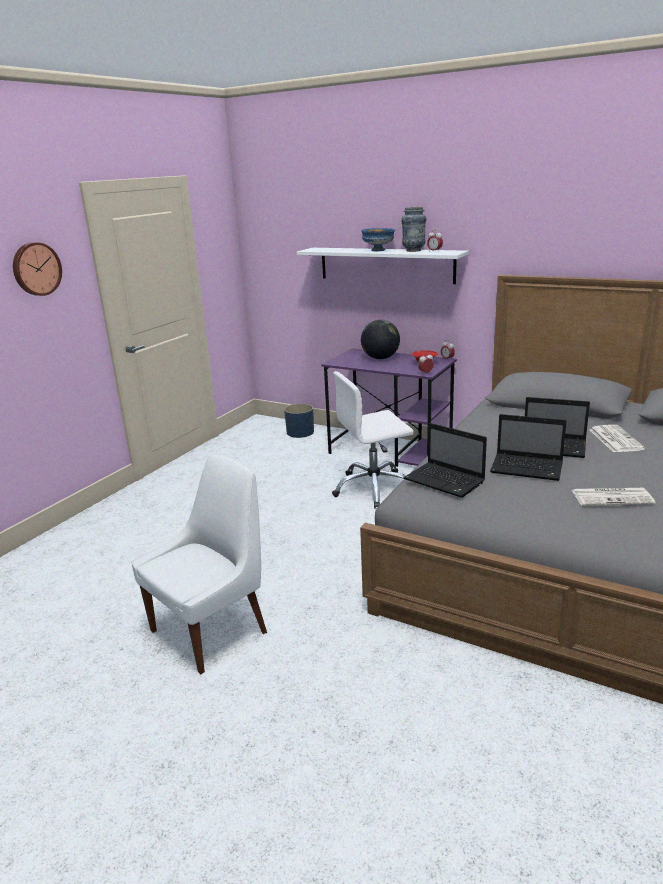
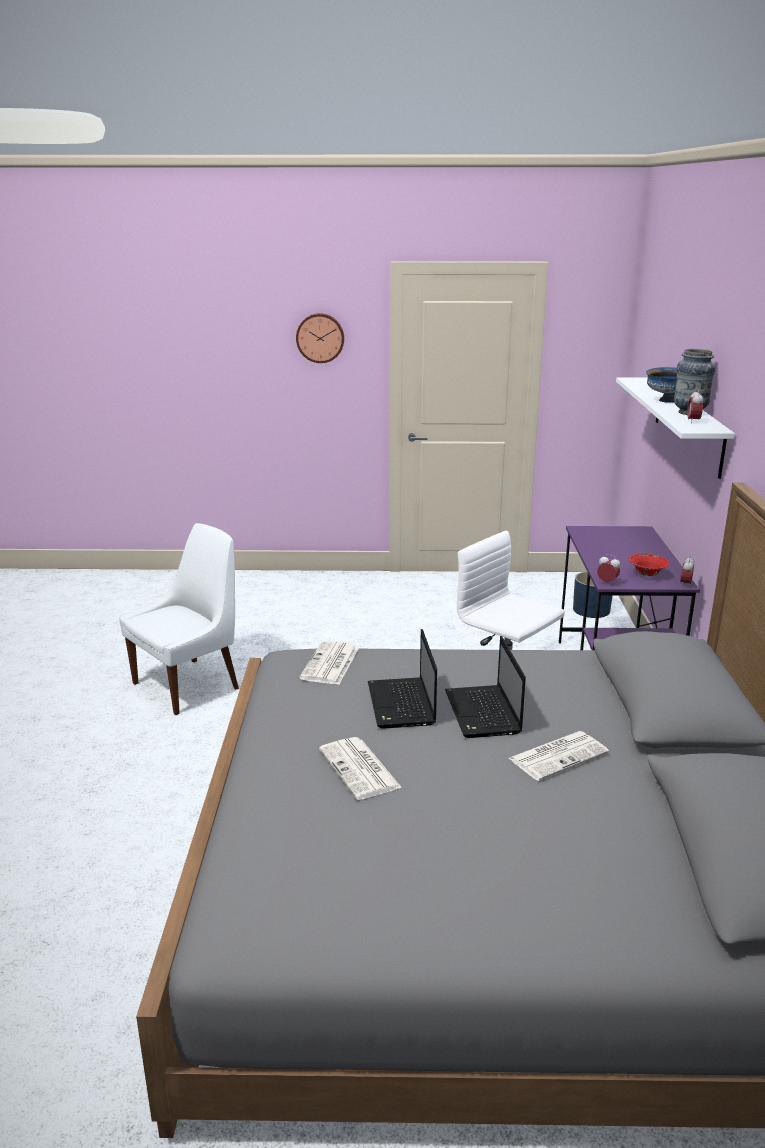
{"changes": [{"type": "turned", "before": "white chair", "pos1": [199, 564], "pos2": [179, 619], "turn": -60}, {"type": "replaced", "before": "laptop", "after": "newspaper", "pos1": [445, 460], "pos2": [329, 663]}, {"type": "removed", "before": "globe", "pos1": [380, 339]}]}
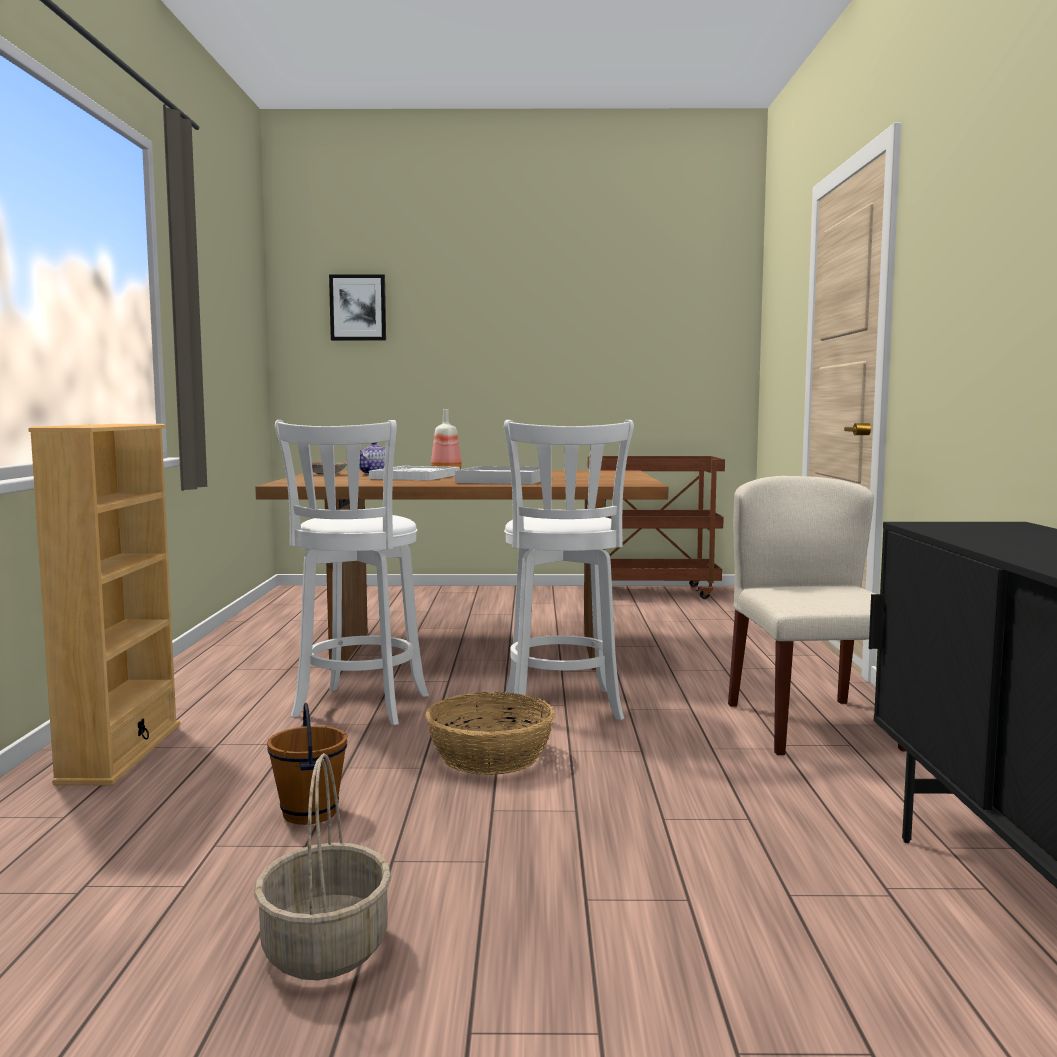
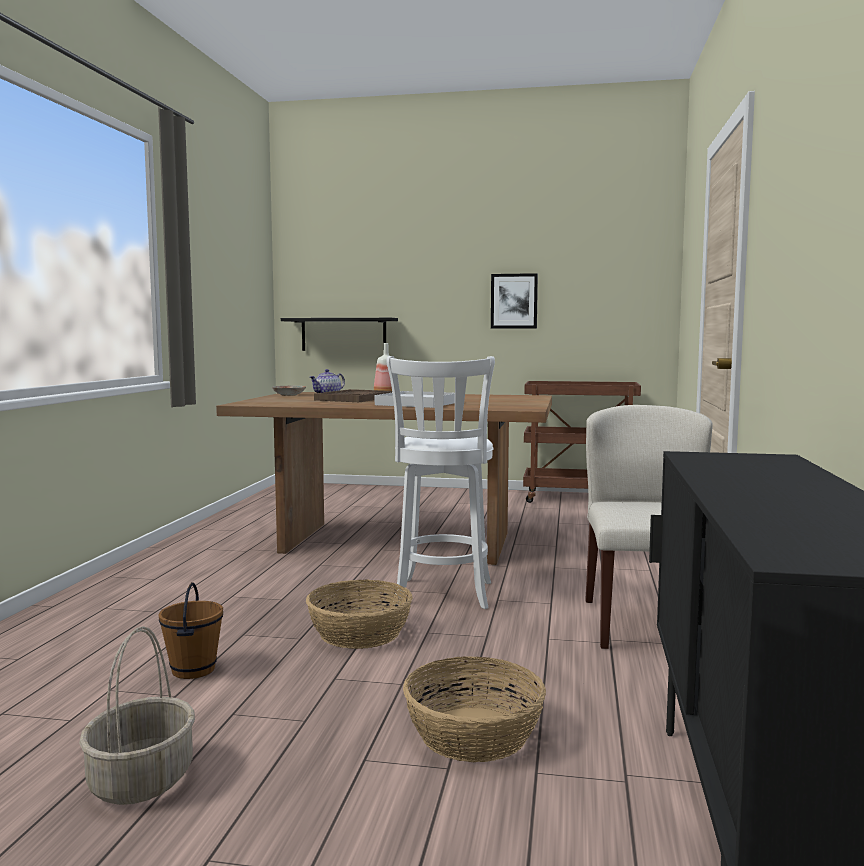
{"changes": [{"type": "added", "after": "black shelf", "pos2": [339, 334]}, {"type": "recoloured", "before": "white tray", "after": "brown tray", "pos1": [414, 473], "pos2": [353, 395]}, {"type": "added", "after": "basket", "pos2": [474, 709]}, {"type": "moved", "before": "picture", "pos1": [357, 307], "pos2": [514, 300]}, {"type": "removed", "before": "beige bookcase", "pos1": [104, 604]}, {"type": "removed", "before": "white stool", "pos1": [352, 573]}]}
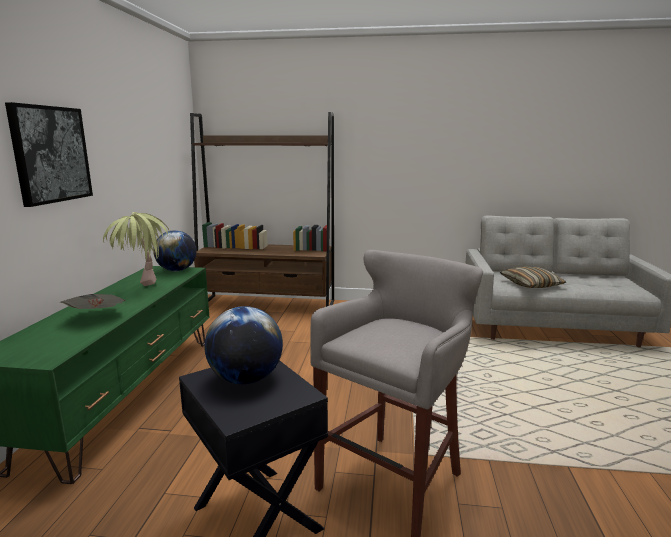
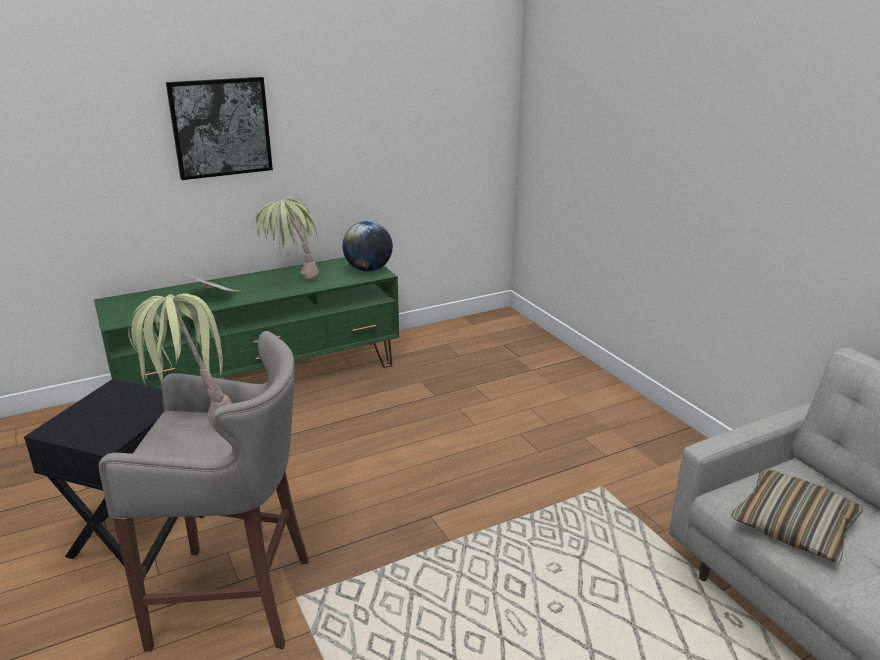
{"changes": [{"type": "added", "after": "potted plant", "pos2": [180, 359]}, {"type": "removed", "before": "brown bookcase", "pos1": [262, 209]}, {"type": "removed", "before": "globe", "pos1": [244, 345]}]}
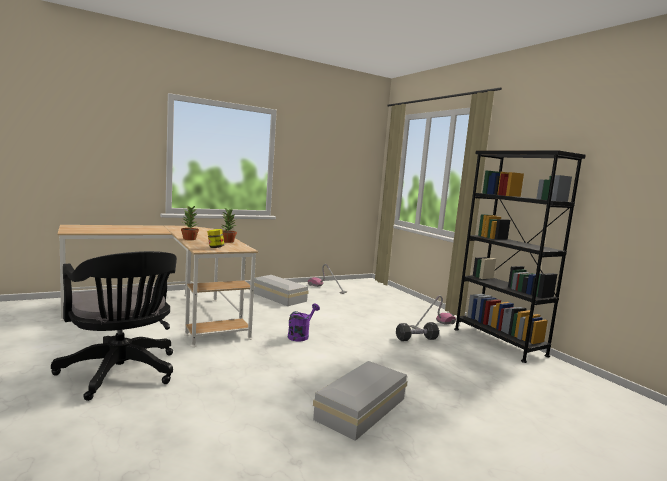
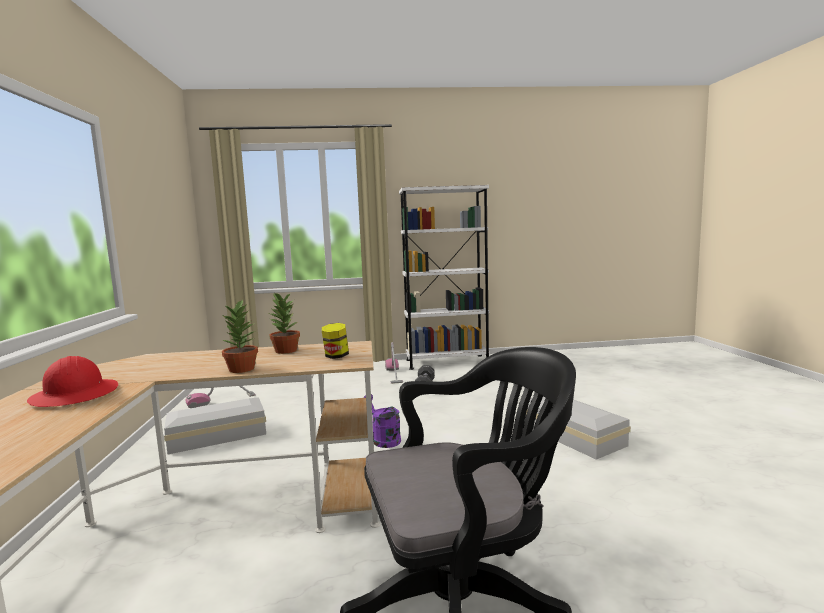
{"changes": [{"type": "added", "after": "red hard hat", "pos2": [72, 381]}, {"type": "recoloured", "before": "black bookcase", "after": "white bookcase", "pos1": [520, 256], "pos2": [444, 277]}]}
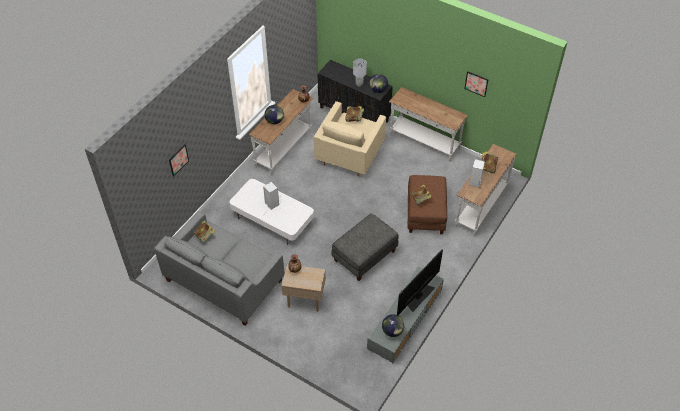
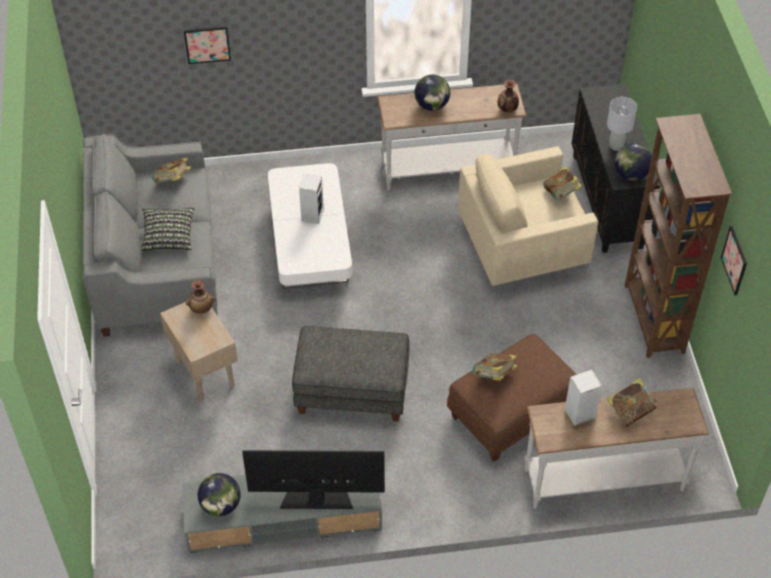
{"changes": [{"type": "added", "after": "pillow", "pos2": [168, 229]}, {"type": "replaced", "before": "white console table", "after": "brown bookcase", "pos1": [428, 124], "pos2": [678, 236]}]}
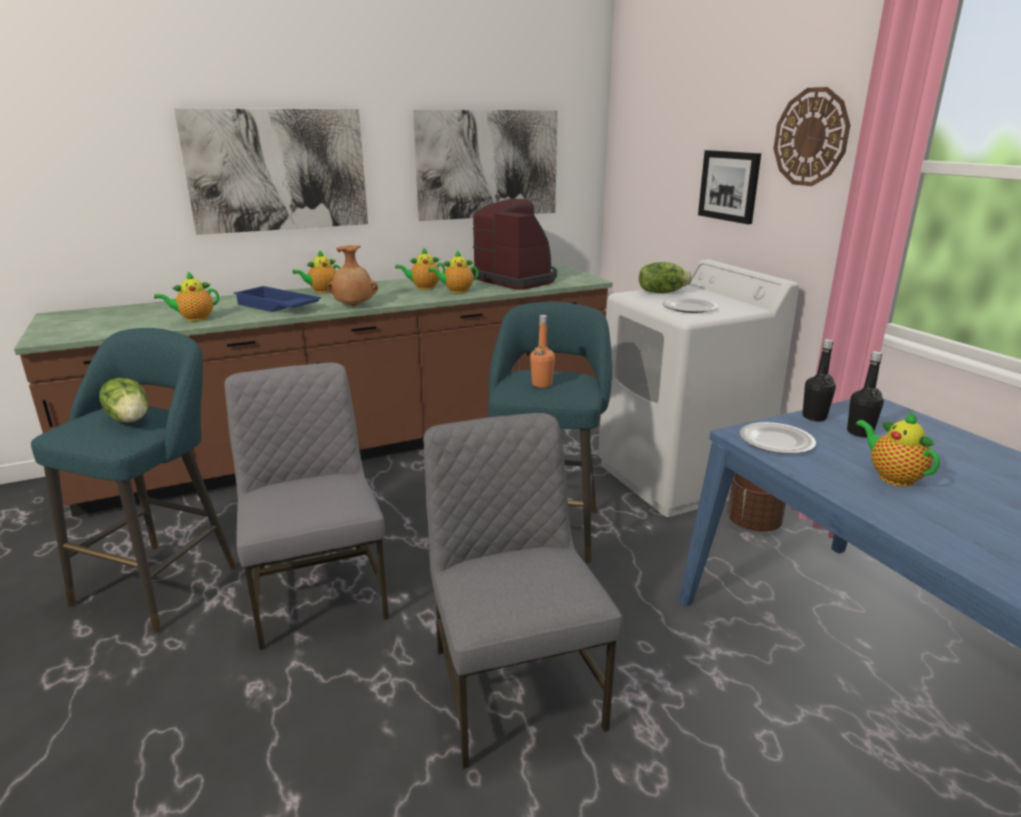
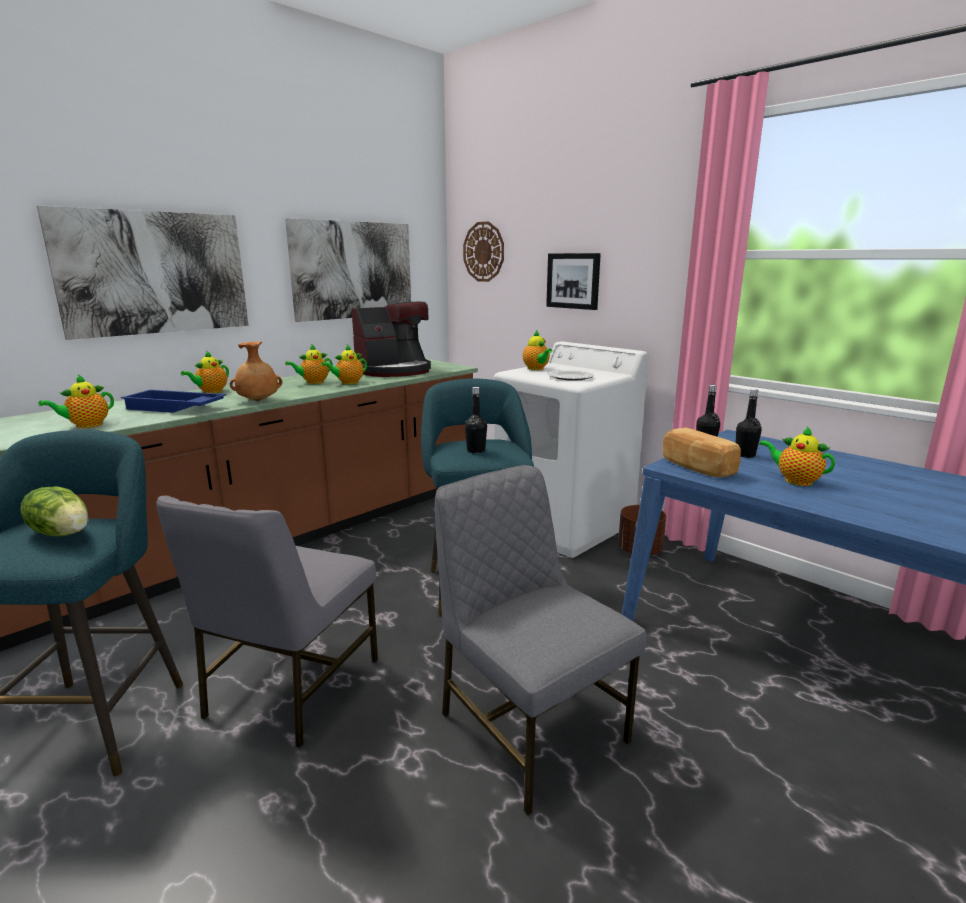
{"changes": [{"type": "turned", "before": "grey chair", "pos1": [307, 506], "pos2": [267, 622], "turn": -120}, {"type": "turned", "before": "coffee machine", "pos1": [514, 244], "pos2": [391, 339], "turn": 120}, {"type": "moved", "before": "wall clock", "pos1": [812, 136], "pos2": [483, 252]}, {"type": "recoloured", "before": "orange bottle", "after": "black bottle", "pos1": [542, 351], "pos2": [476, 420]}, {"type": "replaced", "before": "lettuce", "after": "teapot", "pos1": [665, 277], "pos2": [537, 350]}, {"type": "replaced", "before": "plate", "after": "bread", "pos1": [777, 438], "pos2": [701, 452]}]}
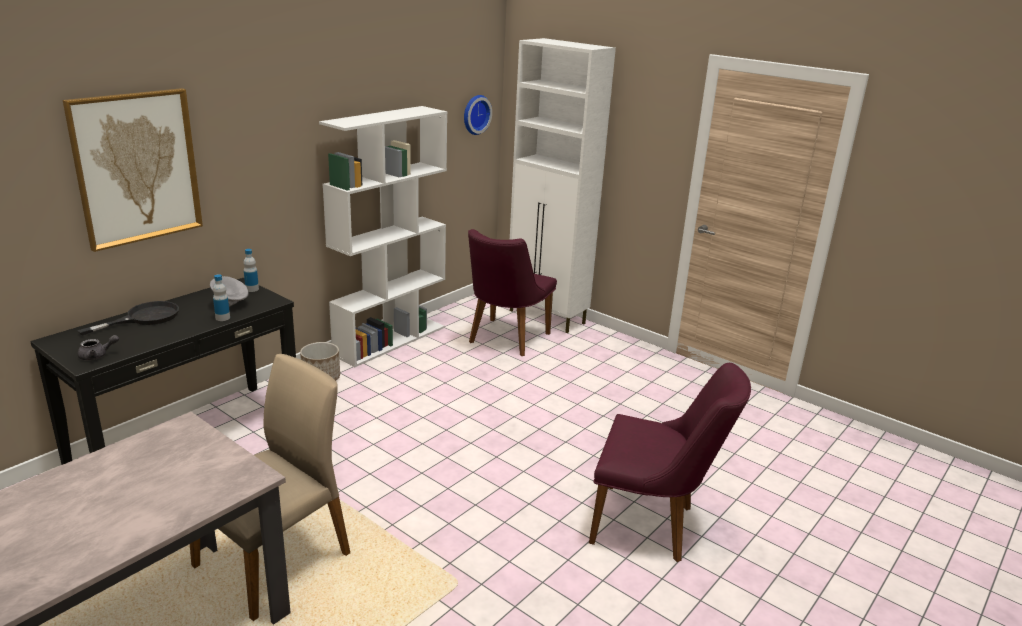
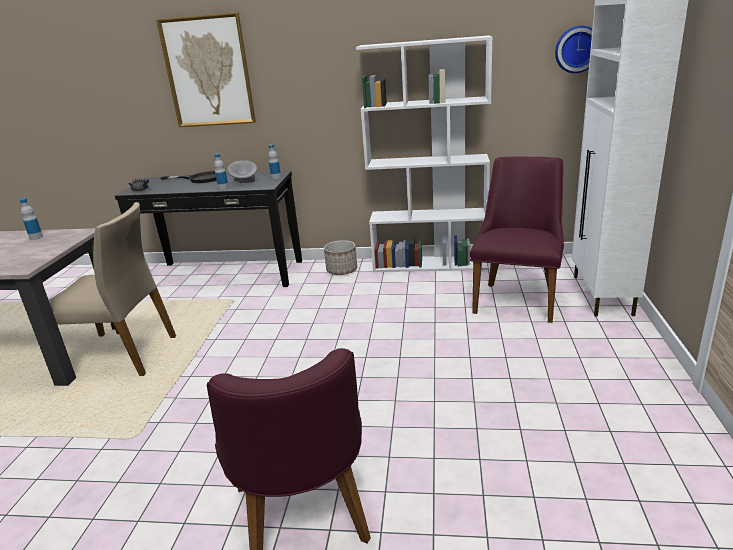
{"changes": [{"type": "added", "after": "bottle", "pos2": [31, 219]}, {"type": "turned", "before": "purple chair", "pos1": [512, 292], "pos2": [517, 239], "turn": 120}]}
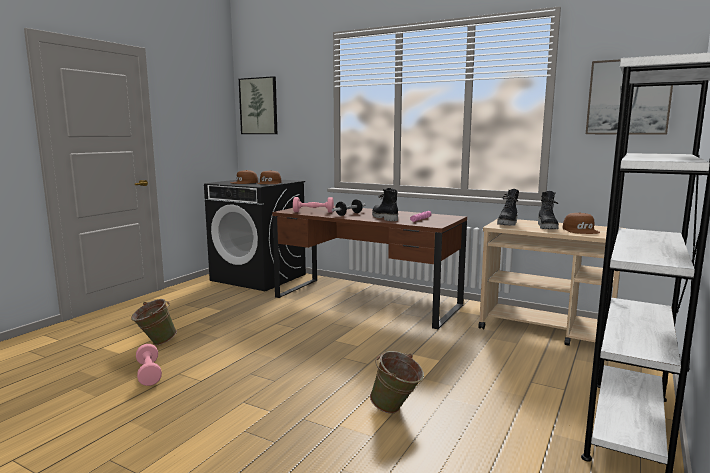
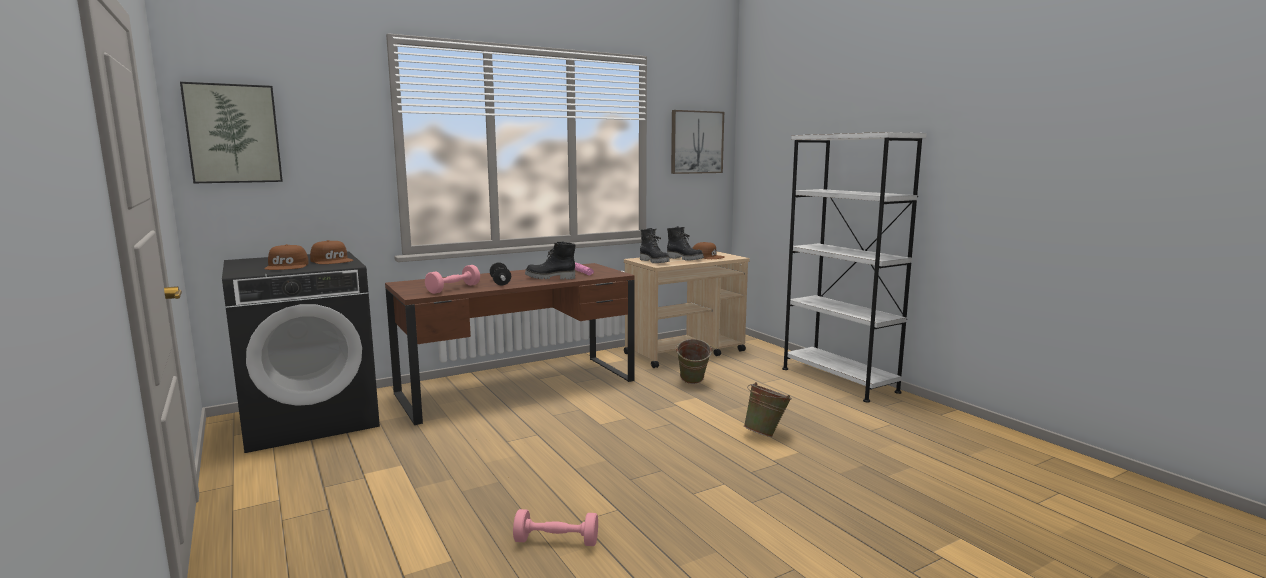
{"changes": [{"type": "moved", "before": "green bucket", "pos1": [154, 322], "pos2": [694, 361]}]}
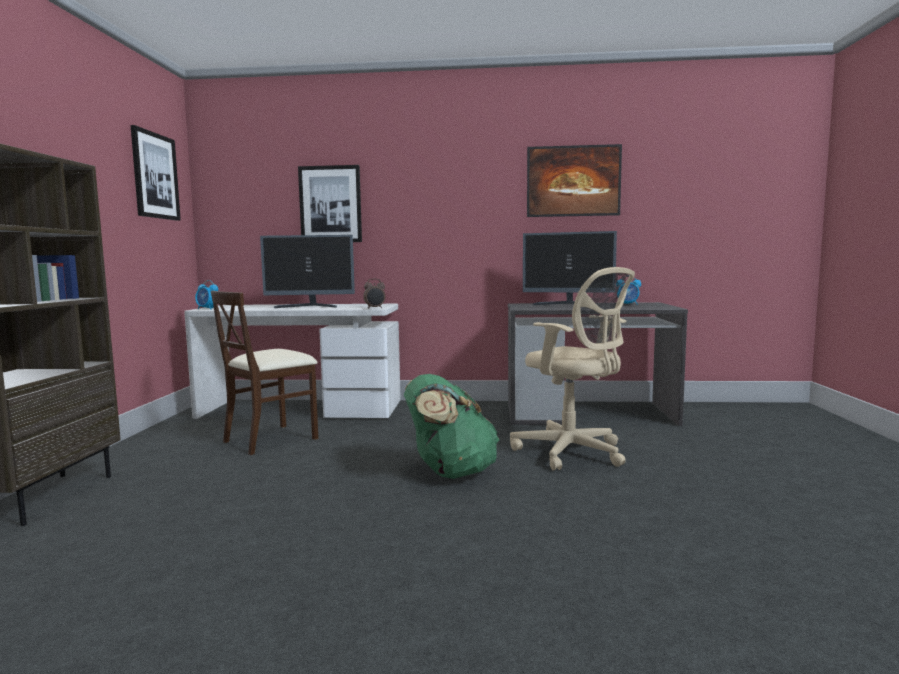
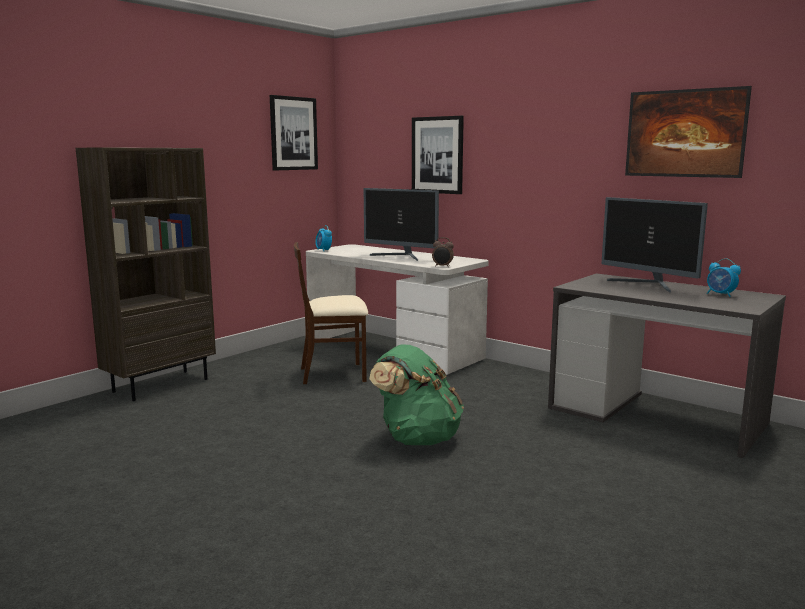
{"changes": [{"type": "removed", "before": "beige office chair", "pos1": [572, 369]}]}
